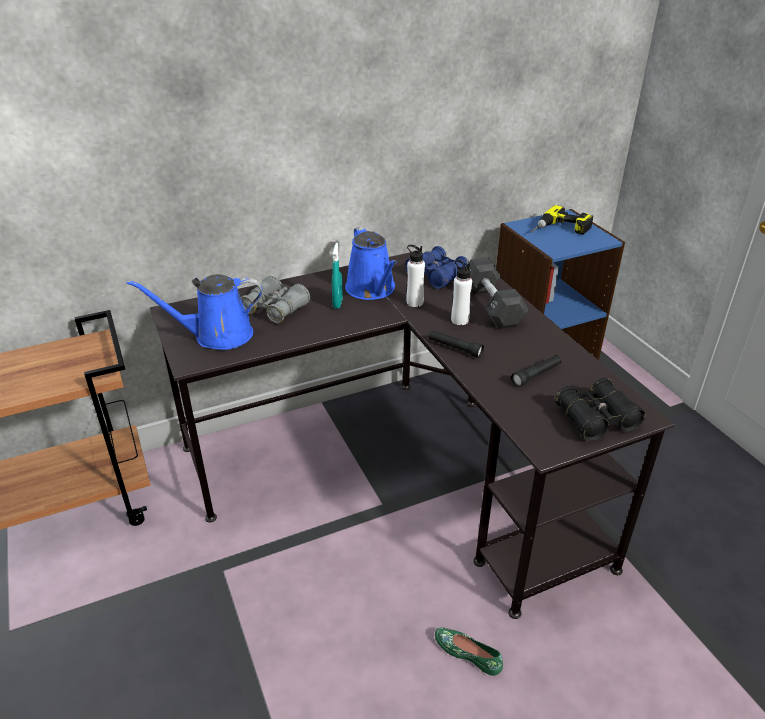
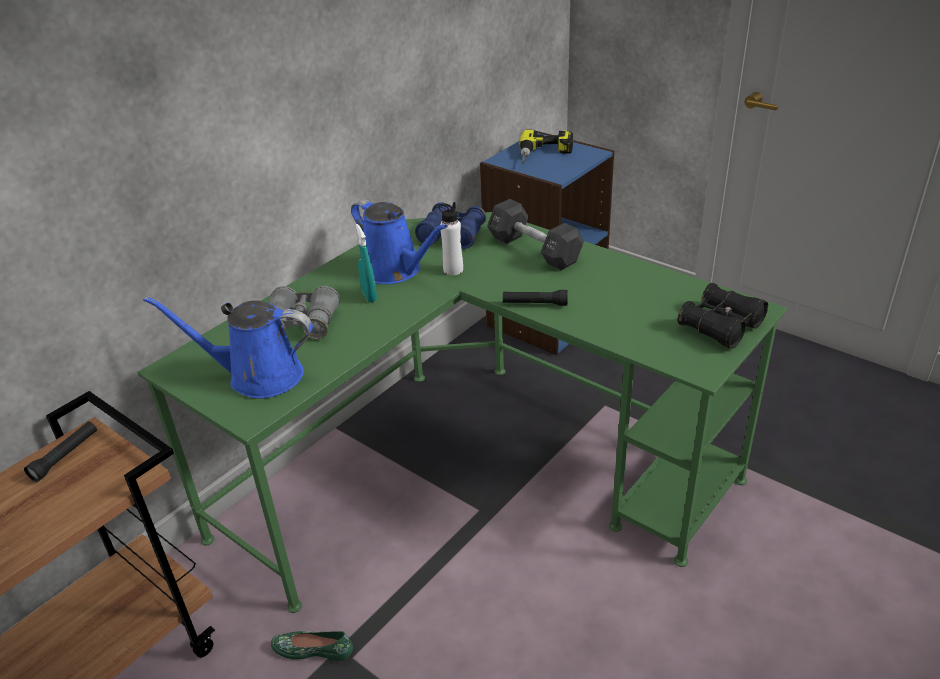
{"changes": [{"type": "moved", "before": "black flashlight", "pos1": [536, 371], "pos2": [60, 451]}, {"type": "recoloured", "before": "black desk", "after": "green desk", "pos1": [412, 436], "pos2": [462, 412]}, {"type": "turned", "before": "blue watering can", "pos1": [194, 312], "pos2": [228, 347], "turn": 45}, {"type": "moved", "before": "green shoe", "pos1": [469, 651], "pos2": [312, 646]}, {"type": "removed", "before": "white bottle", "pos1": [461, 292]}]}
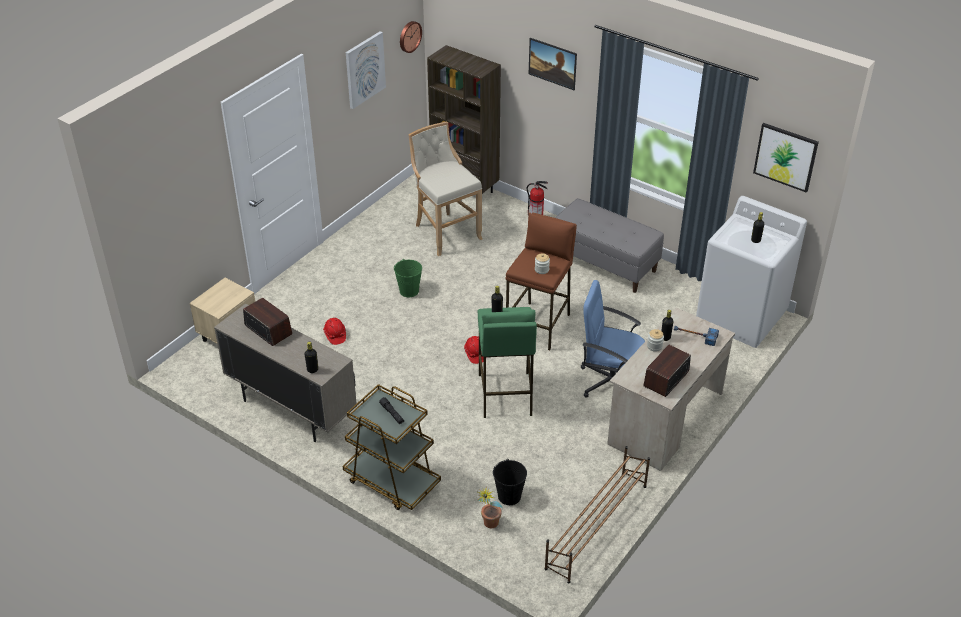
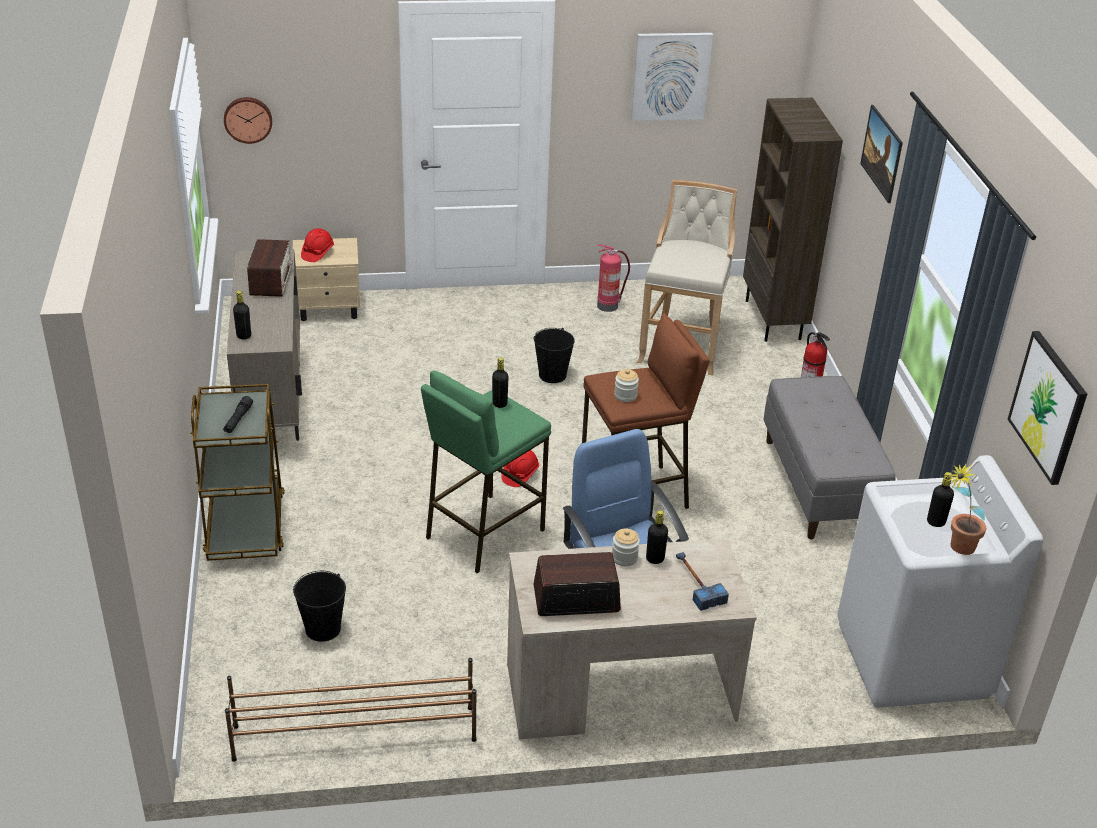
{"changes": [{"type": "moved", "before": "wall clock", "pos1": [411, 37], "pos2": [248, 120]}, {"type": "moved", "before": "red hard hat", "pos1": [334, 331], "pos2": [317, 245]}, {"type": "recoloured", "before": "green bucket", "after": "black bucket", "pos1": [408, 278], "pos2": [554, 355]}, {"type": "added", "after": "fire extinguisher", "pos2": [613, 278]}, {"type": "moved", "before": "potted plant", "pos1": [490, 507], "pos2": [966, 509]}]}
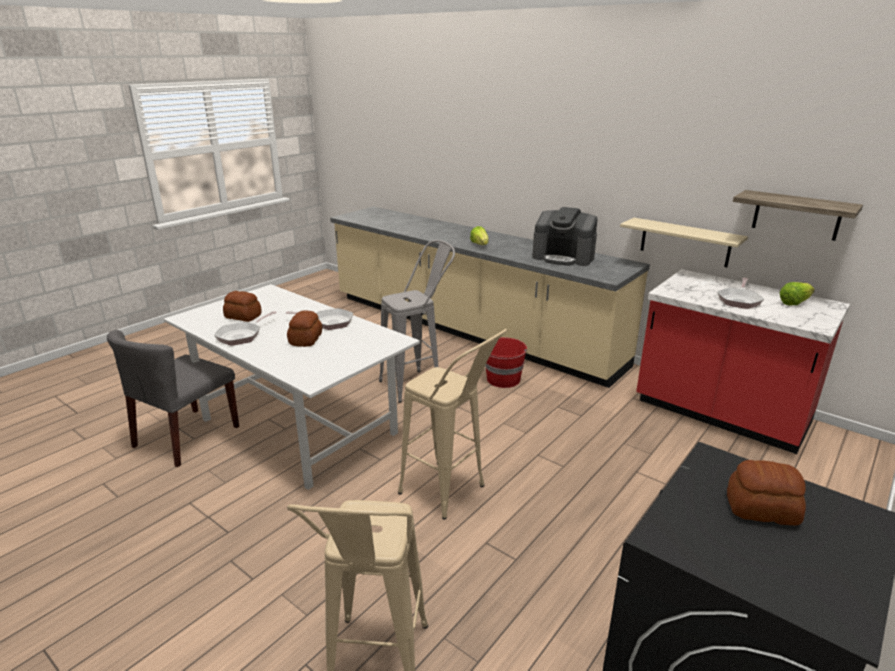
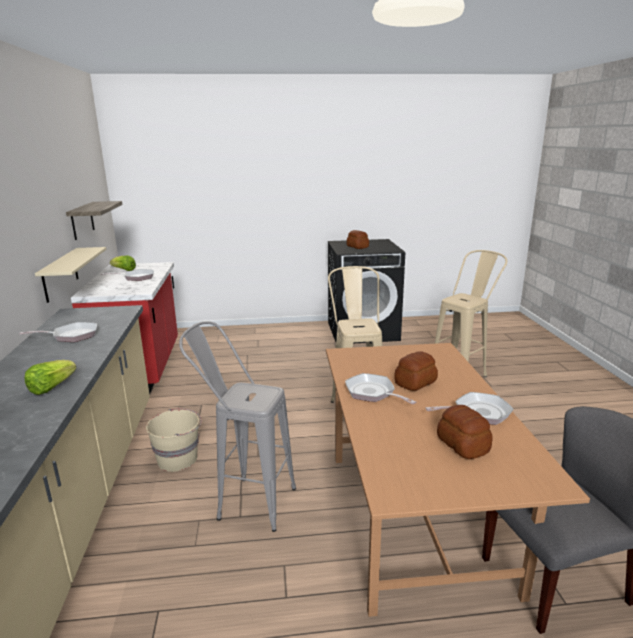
{"changes": [{"type": "replaced", "before": "coffee machine", "after": "frying pan", "pos1": [565, 236], "pos2": [58, 332]}, {"type": "recoloured", "before": "red bucket", "after": "beige bucket", "pos1": [506, 362], "pos2": [174, 440]}, {"type": "recoloured", "before": "white dining table", "after": "brown dining table", "pos1": [292, 387], "pos2": [458, 480]}]}
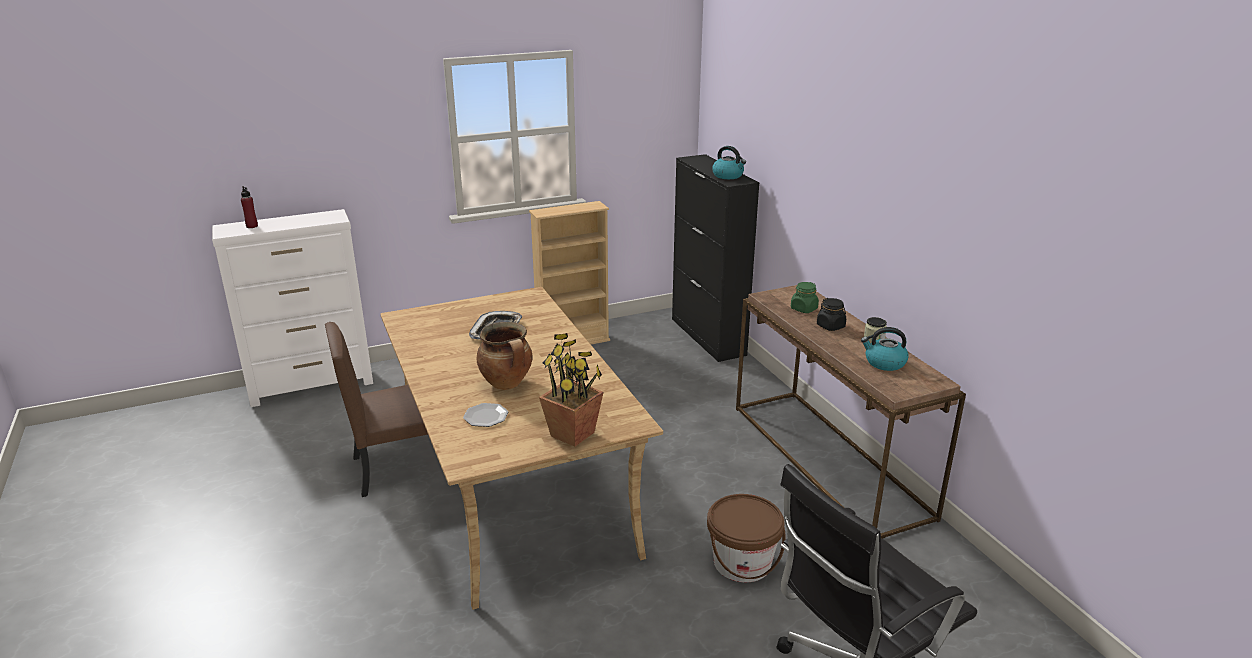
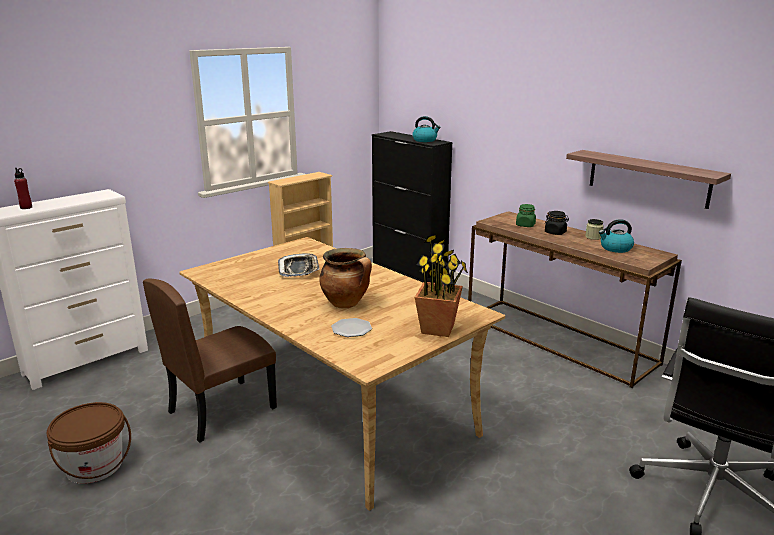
{"changes": [{"type": "moved", "before": "brown bucket", "pos1": [746, 538], "pos2": [88, 443]}, {"type": "added", "after": "shelf", "pos2": [648, 179]}]}
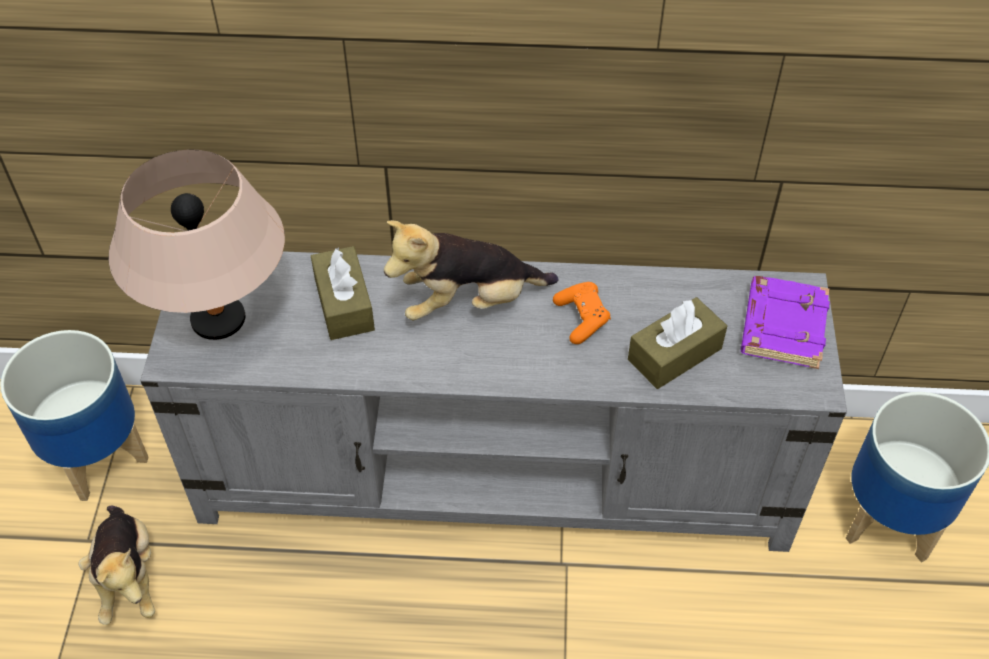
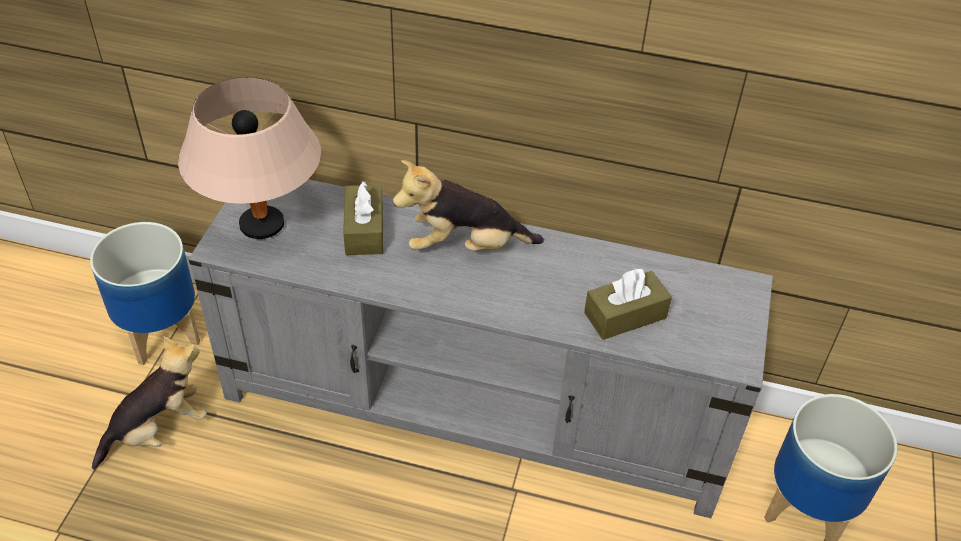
{"changes": [{"type": "turned", "before": "plush toy", "pos1": [116, 565], "pos2": [149, 403], "turn": -120}, {"type": "removed", "before": "orange game controller", "pos1": [582, 313]}, {"type": "removed", "before": "purple book", "pos1": [785, 322]}]}
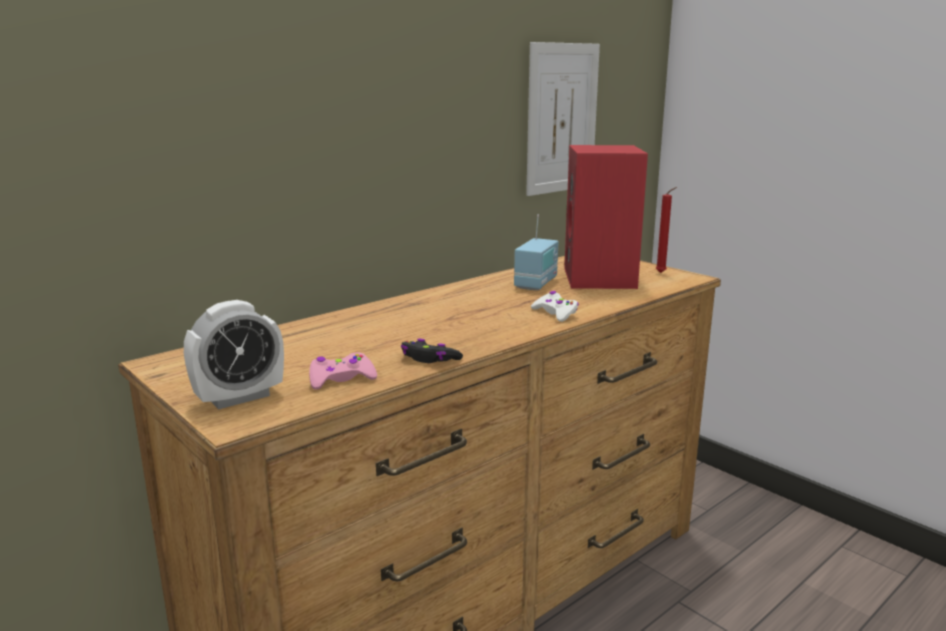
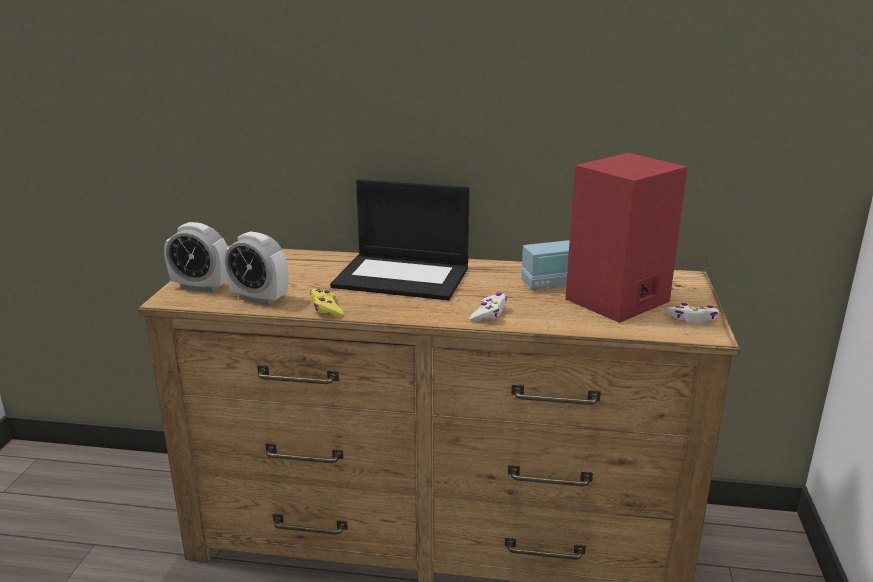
{"changes": [{"type": "replaced", "before": "pink game controller", "after": "alarm clock", "pos1": [343, 371], "pos2": [256, 268]}, {"type": "recoloured", "before": "black game controller", "after": "yellow game controller", "pos1": [432, 351], "pos2": [327, 303]}, {"type": "added", "after": "laptop", "pos2": [399, 239]}, {"type": "replaced", "before": "red candle", "after": "white game controller", "pos1": [666, 230], "pos2": [692, 313]}, {"type": "removed", "before": "picture", "pos1": [563, 119]}]}
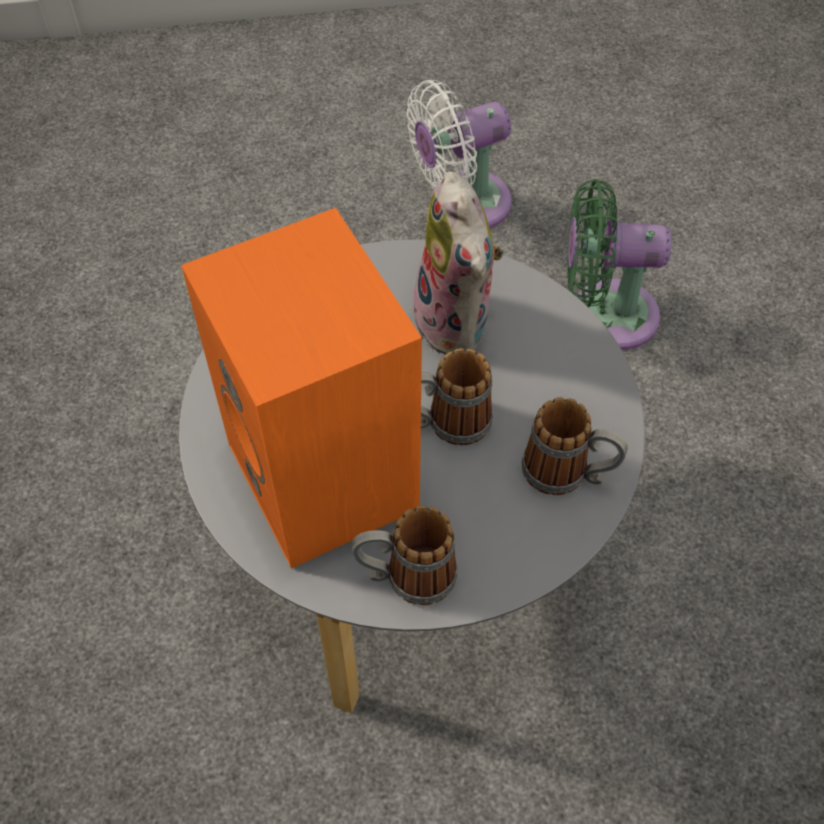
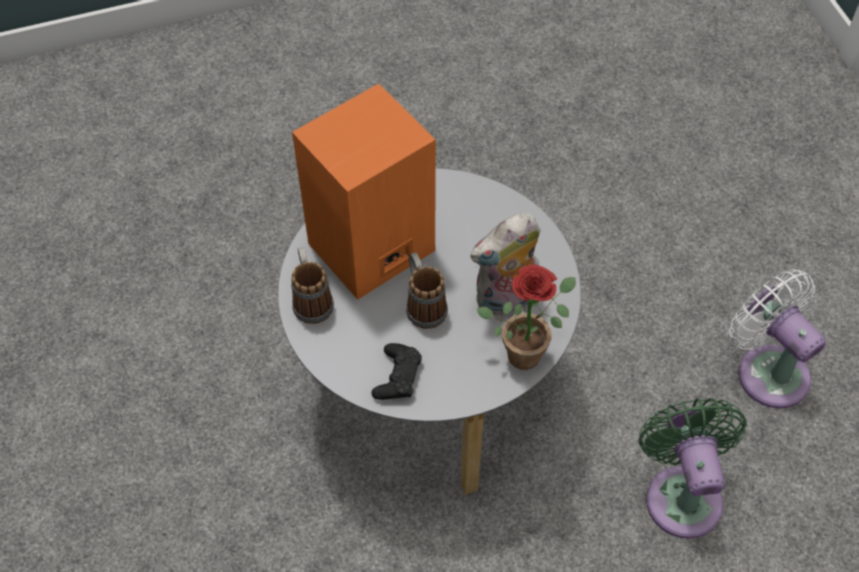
{"changes": [{"type": "replaced", "before": "mug", "after": "black game controller", "pos1": [575, 446], "pos2": [396, 371]}, {"type": "added", "after": "potted plant", "pos2": [526, 317]}]}
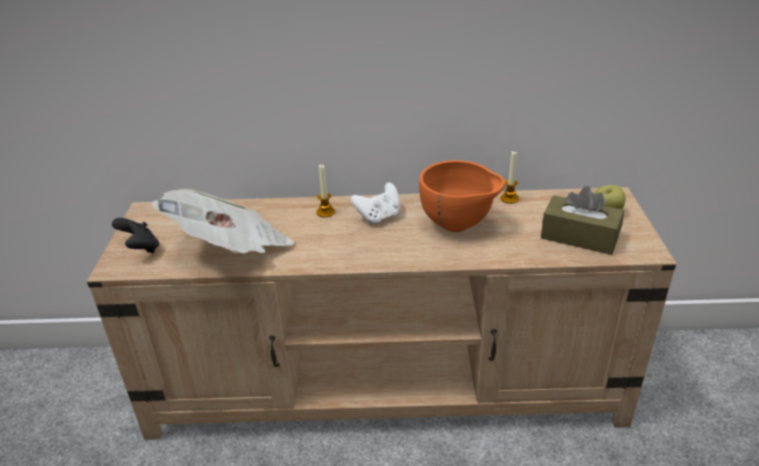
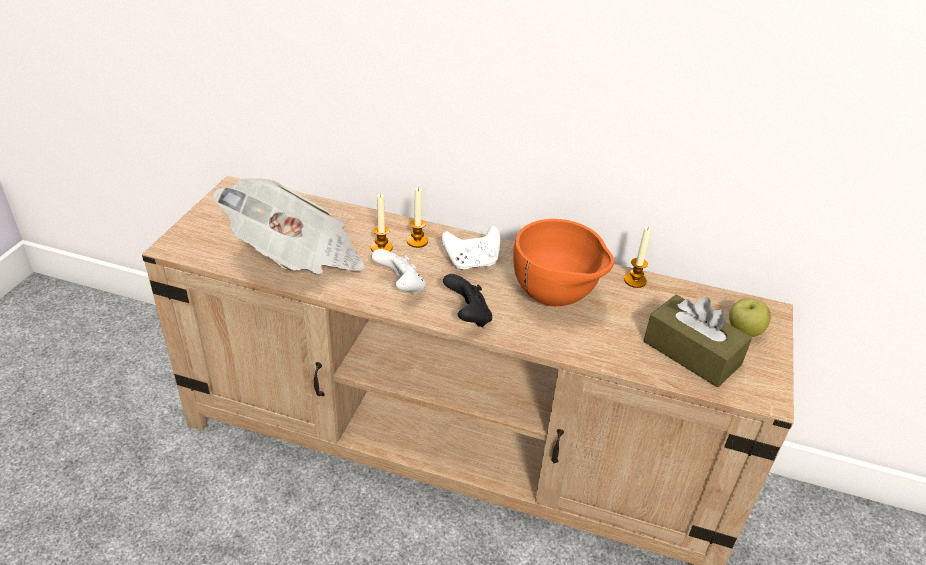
{"changes": [{"type": "added", "after": "candle", "pos2": [382, 223]}, {"type": "added", "after": "white game controller", "pos2": [398, 272]}, {"type": "moved", "before": "black game controller", "pos1": [135, 235], "pos2": [467, 300]}]}
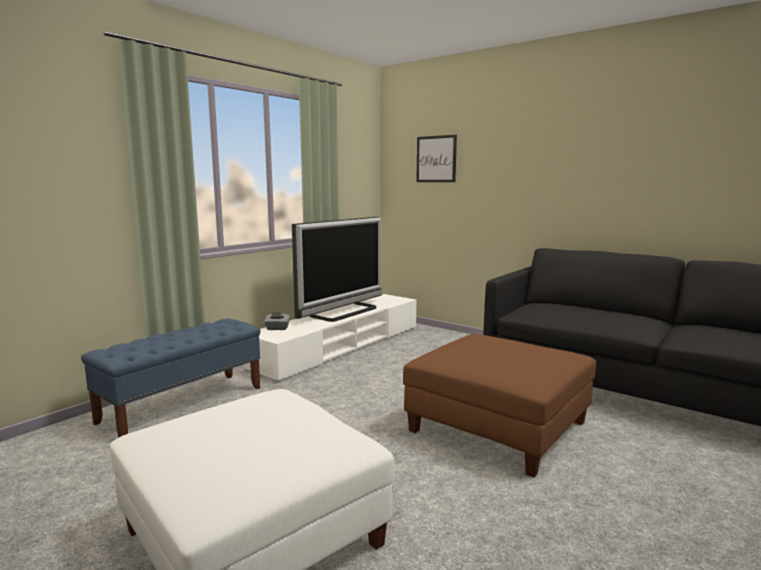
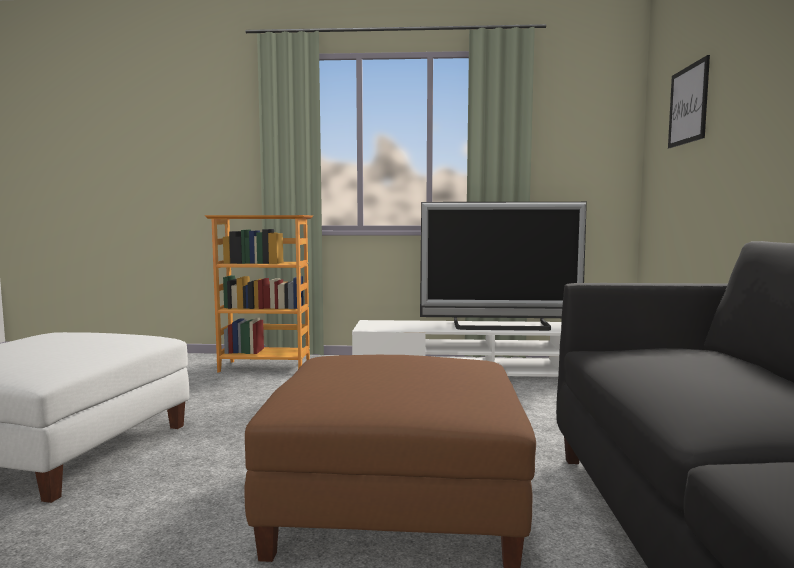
{"changes": [{"type": "replaced", "before": "blue bench", "after": "bookcase", "pos1": [171, 378], "pos2": [259, 293]}, {"type": "removed", "before": "grey tissue box", "pos1": [277, 321]}]}
